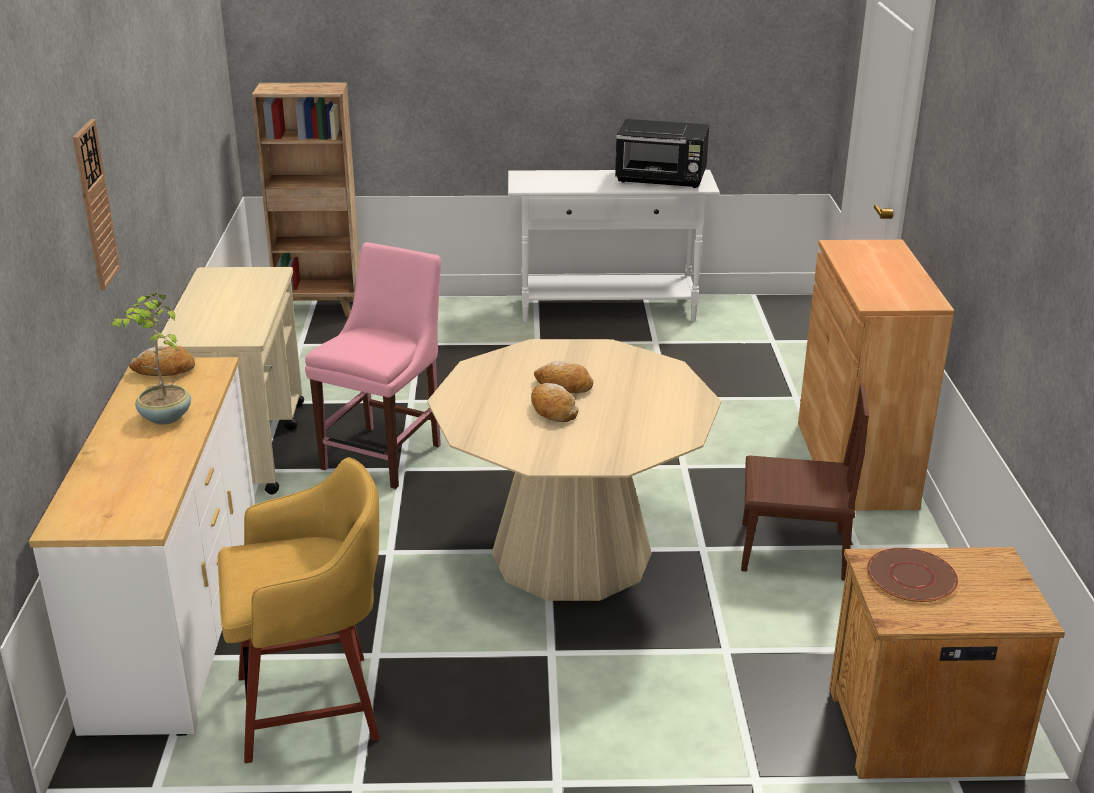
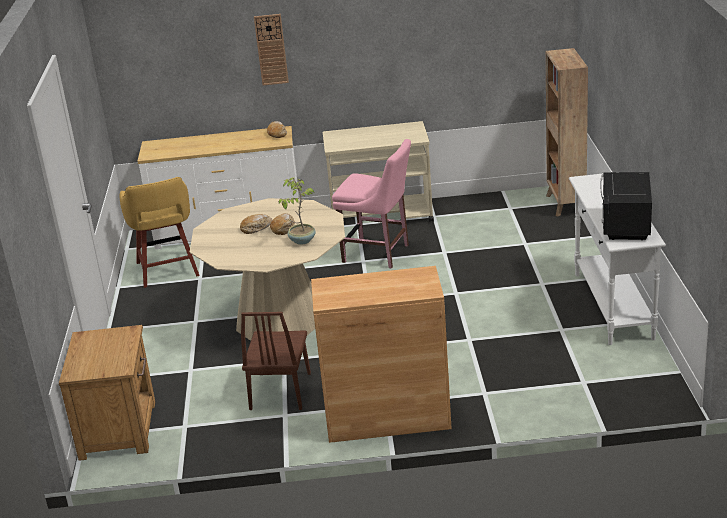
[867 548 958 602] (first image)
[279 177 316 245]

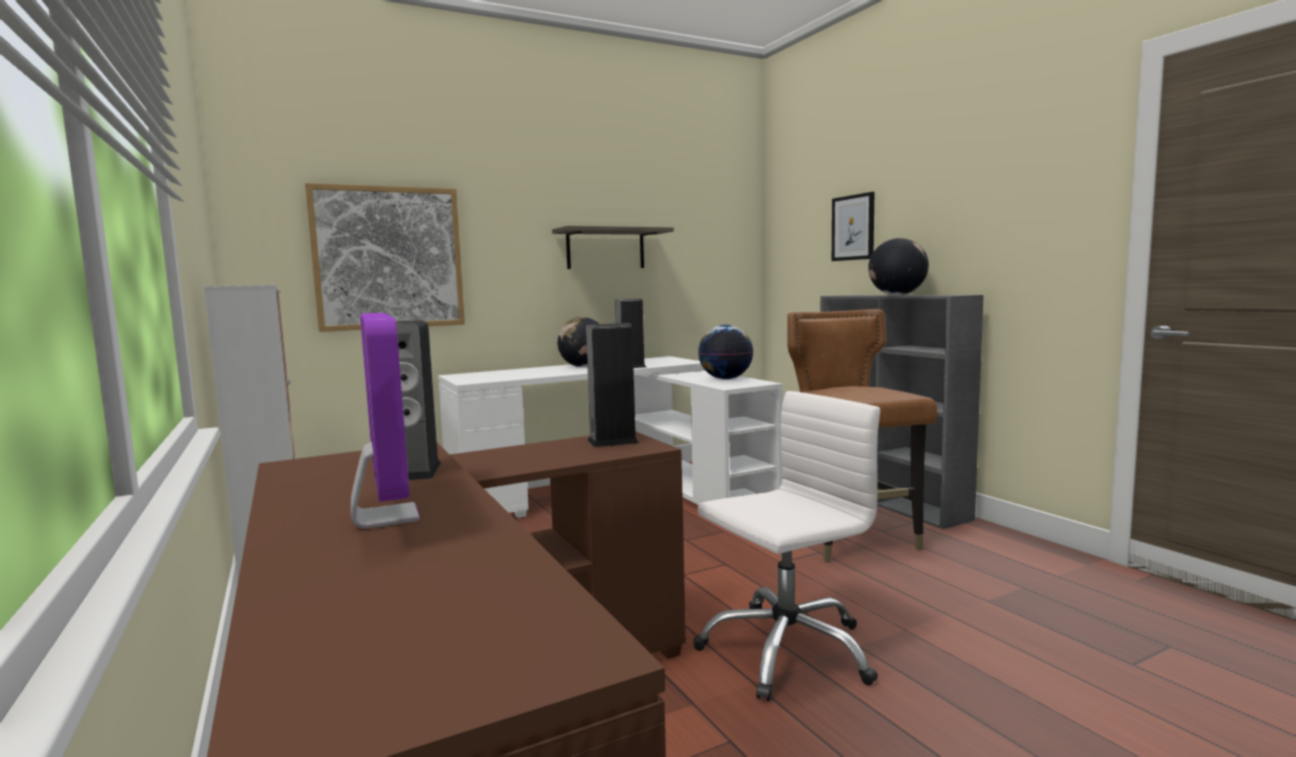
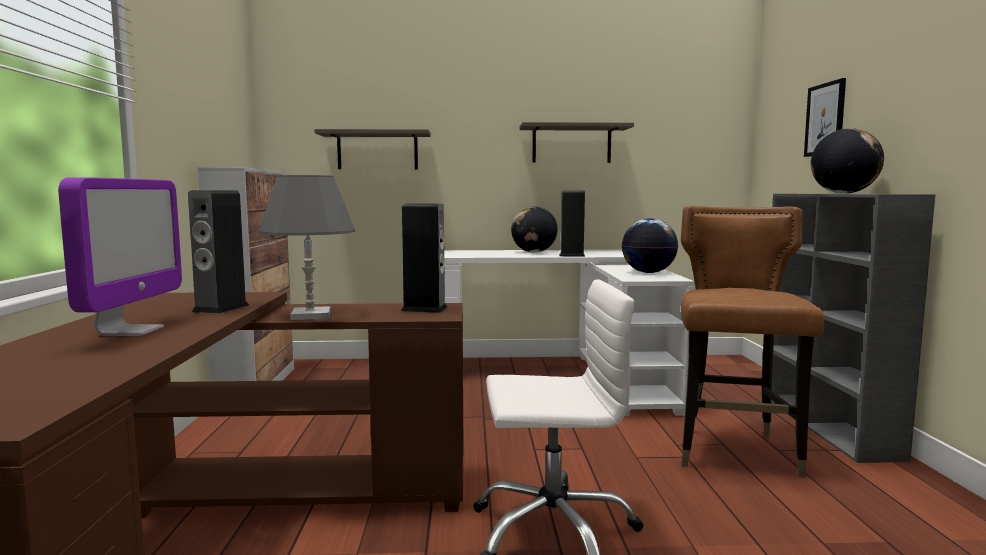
[259 175 355 320]
[314 129 431 169]

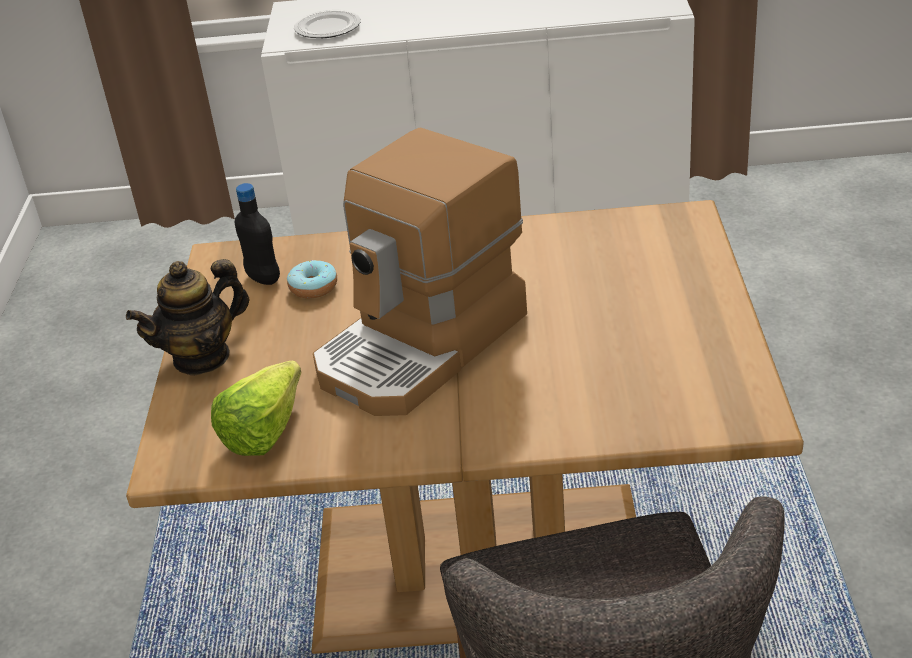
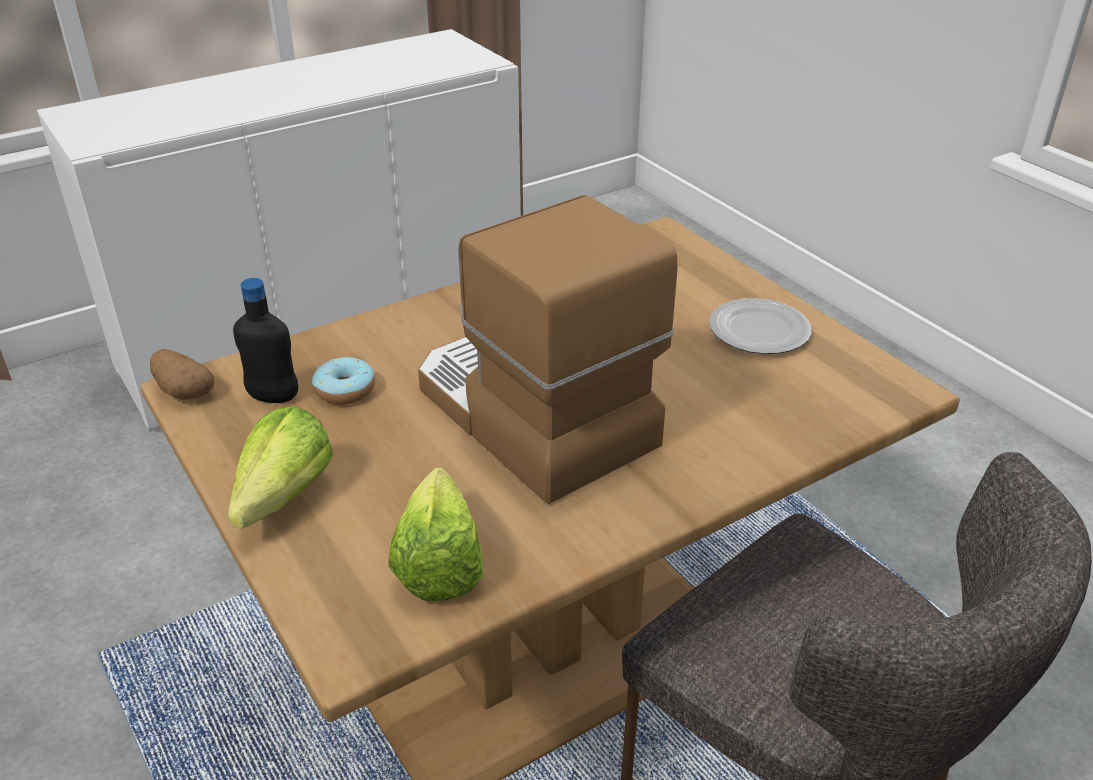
[150 349 215 400]
[709 298 812 354]
[228 407 333 529]
[418 195 677 504]

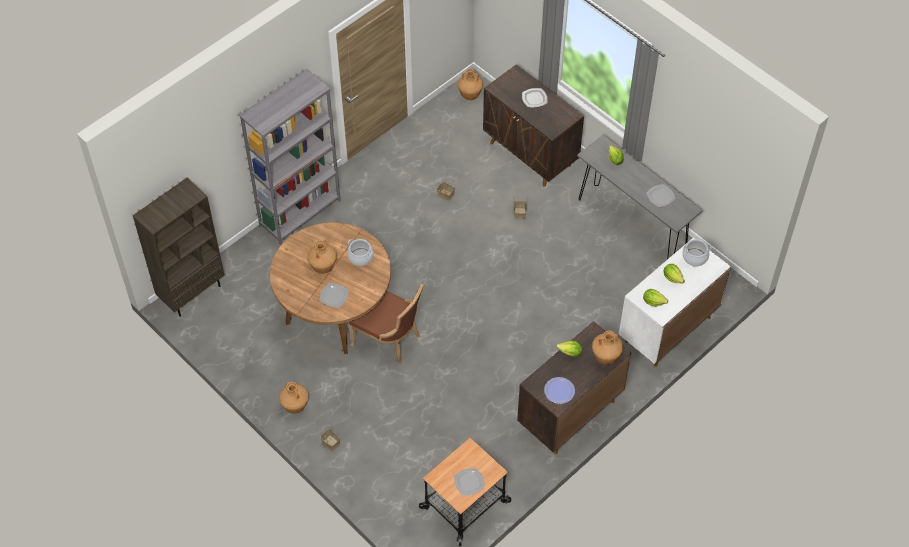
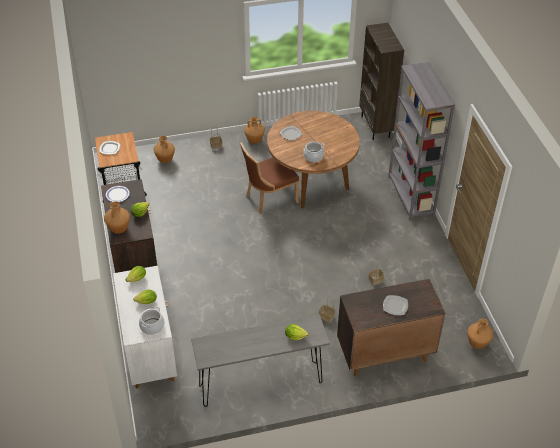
[646 184 676 207] (first image)
[154 136 175 163]

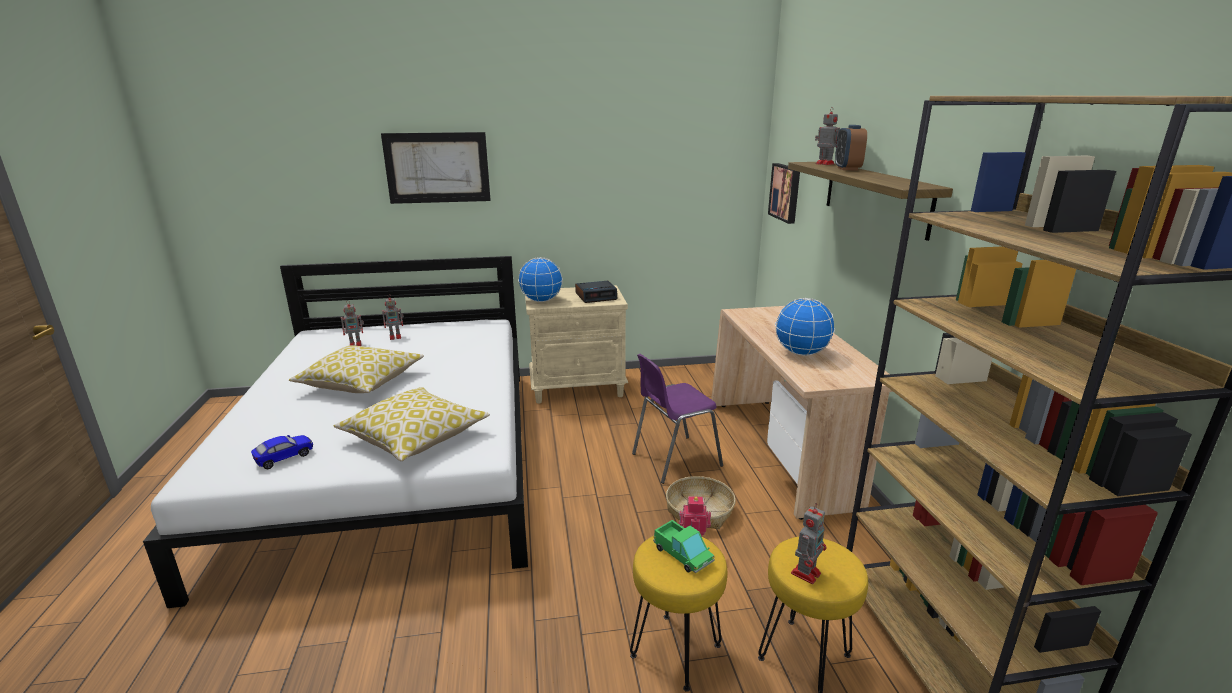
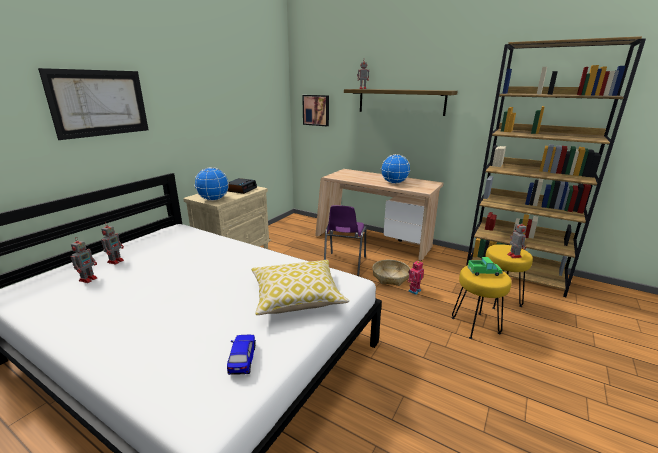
[289 345 424 393] (first image)
[835 125 867 170] (first image)

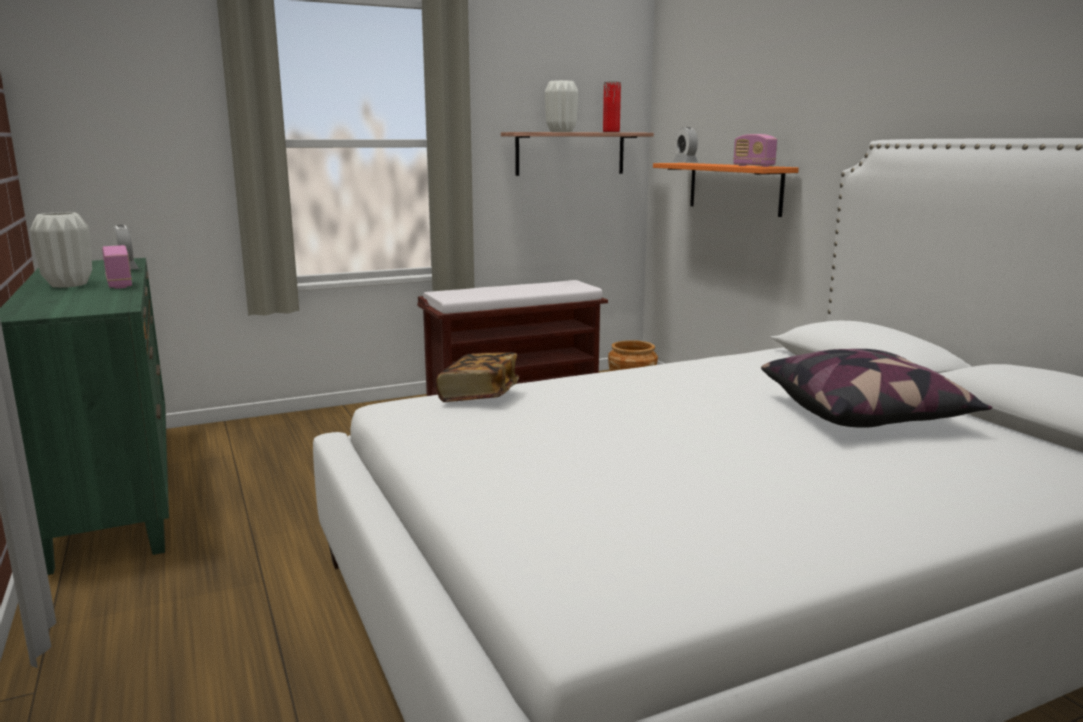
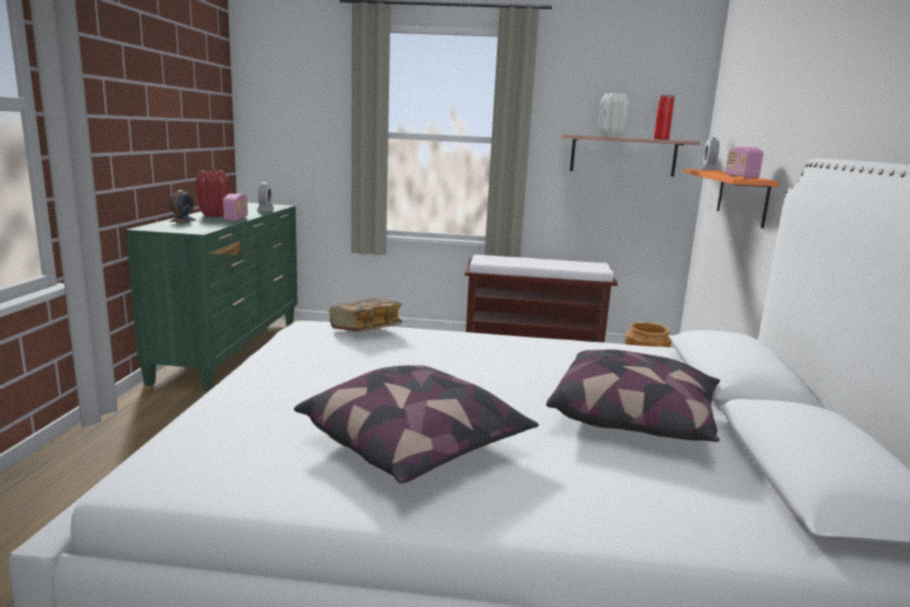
[169 190 196 223]
[294 365 539 484]
[196 170 229 217]

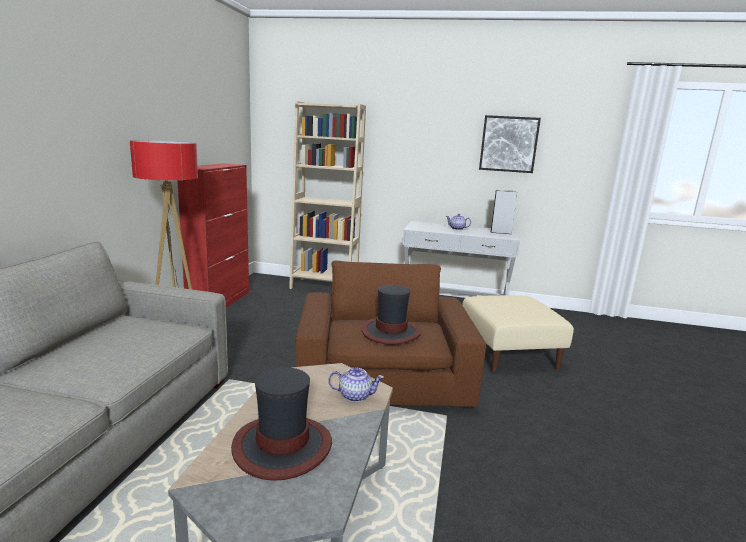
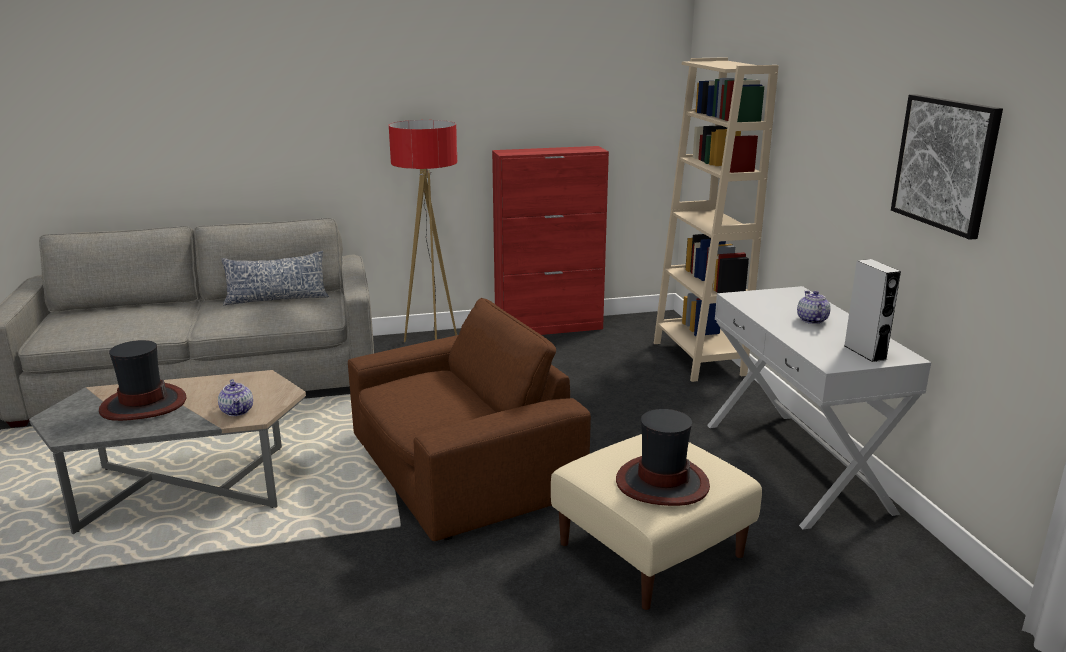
[221 251 329 306]
[616 409 710 506]

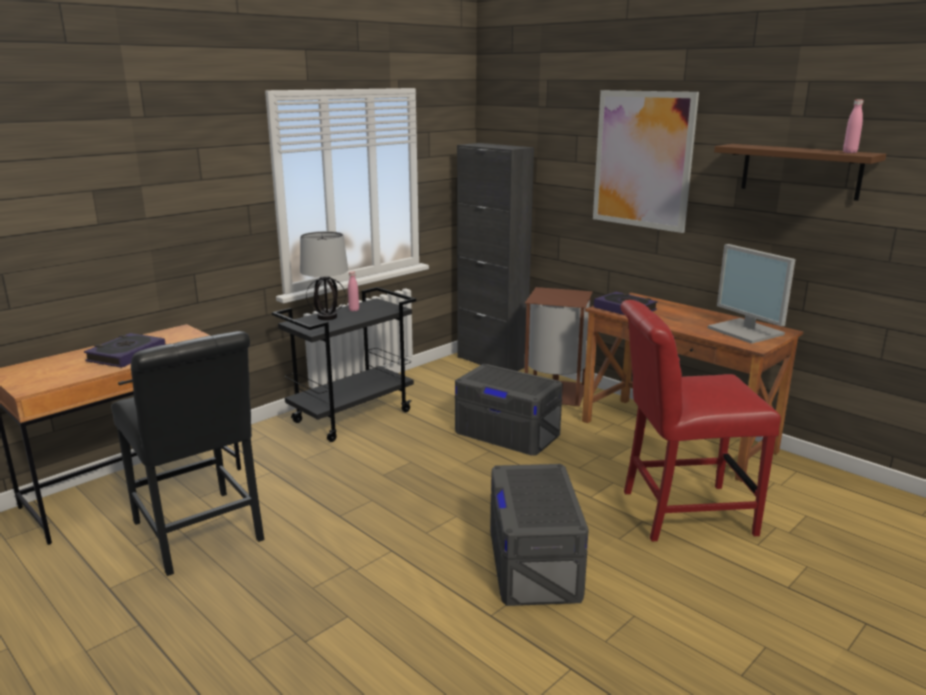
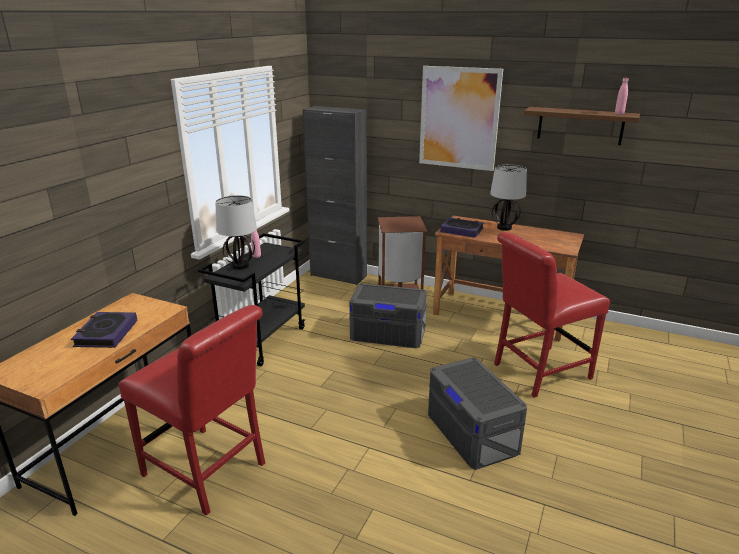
[708 244 796 344] (first image)
[490 165 527 231]
[118 305 265 516]

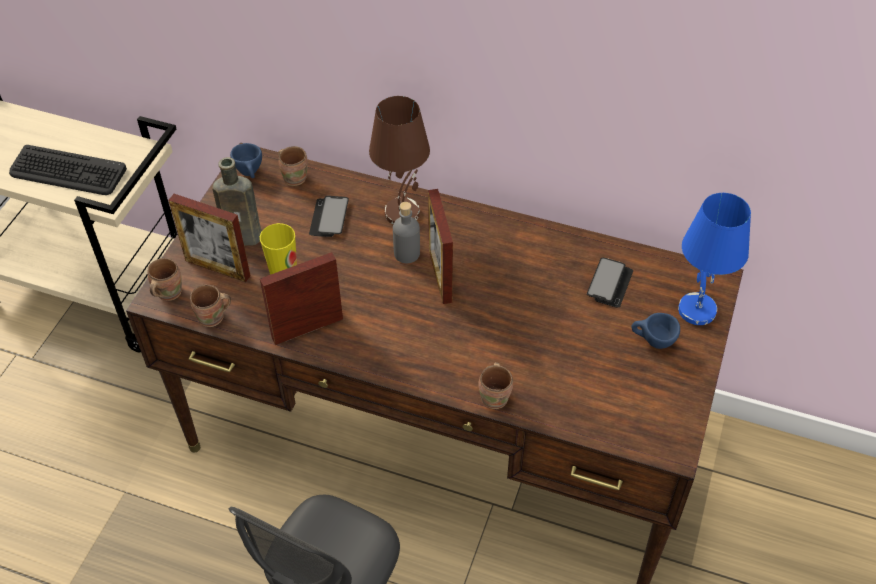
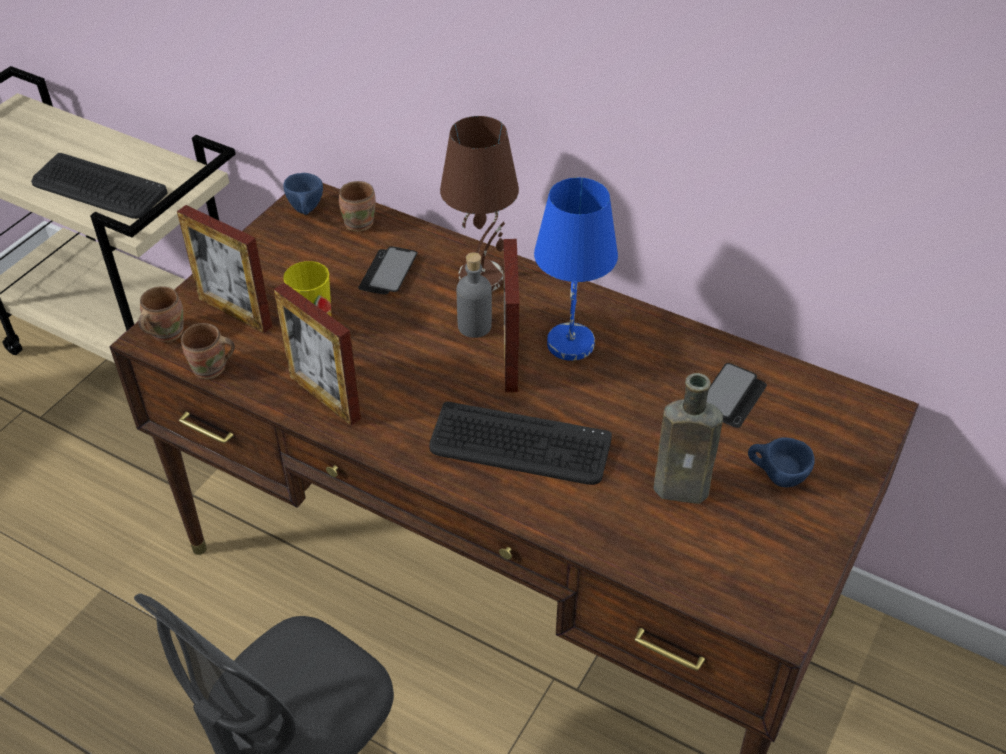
[478 362 513 409] (first image)
[429 402 612 485]
[654 373 723 504]
[534 178 618 361]
[274 283 361 426]

